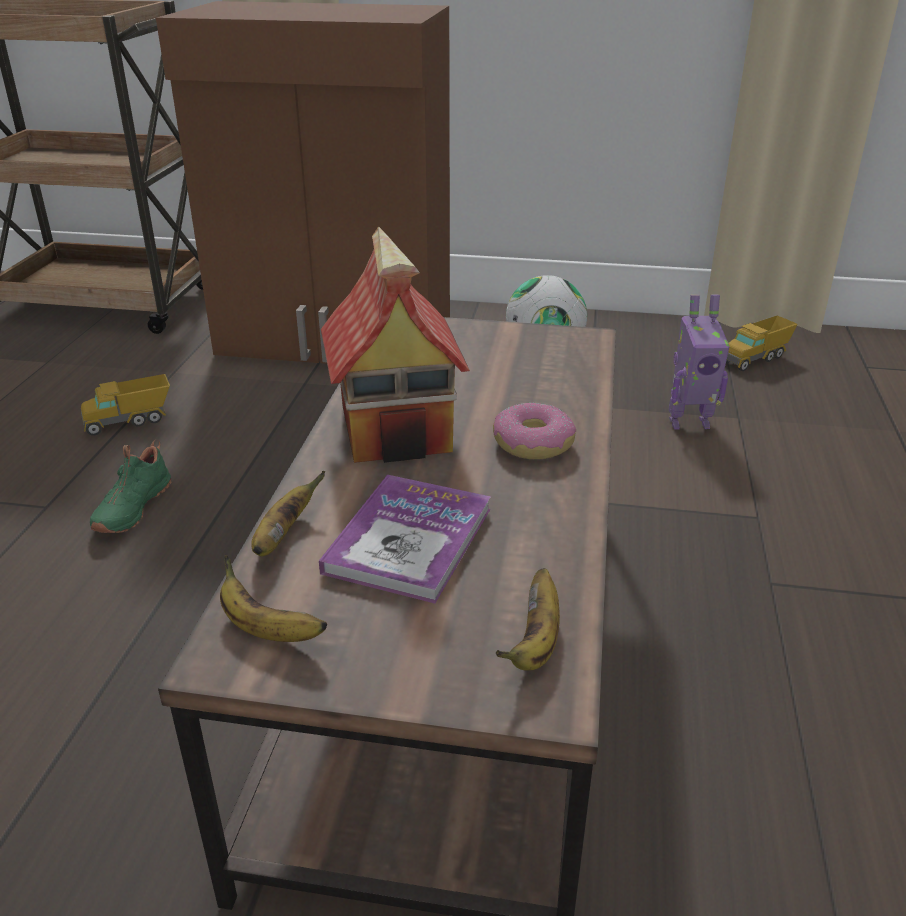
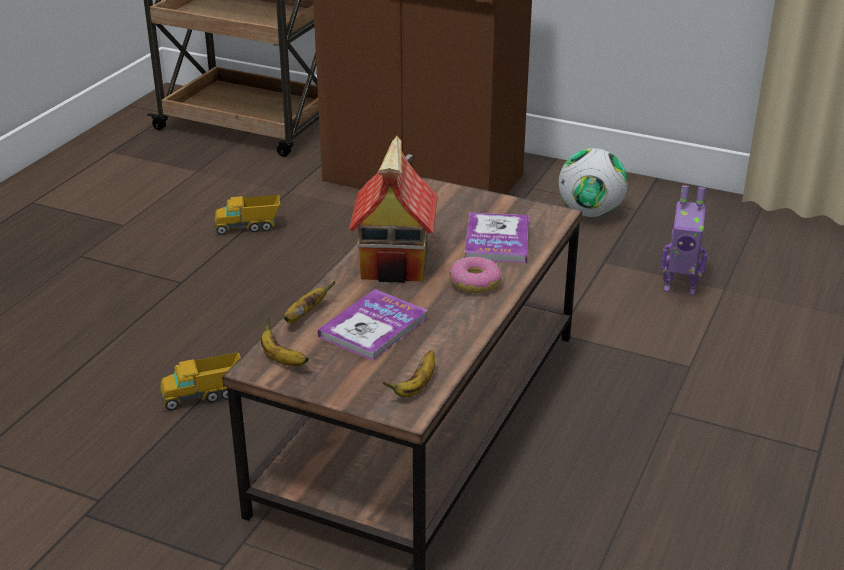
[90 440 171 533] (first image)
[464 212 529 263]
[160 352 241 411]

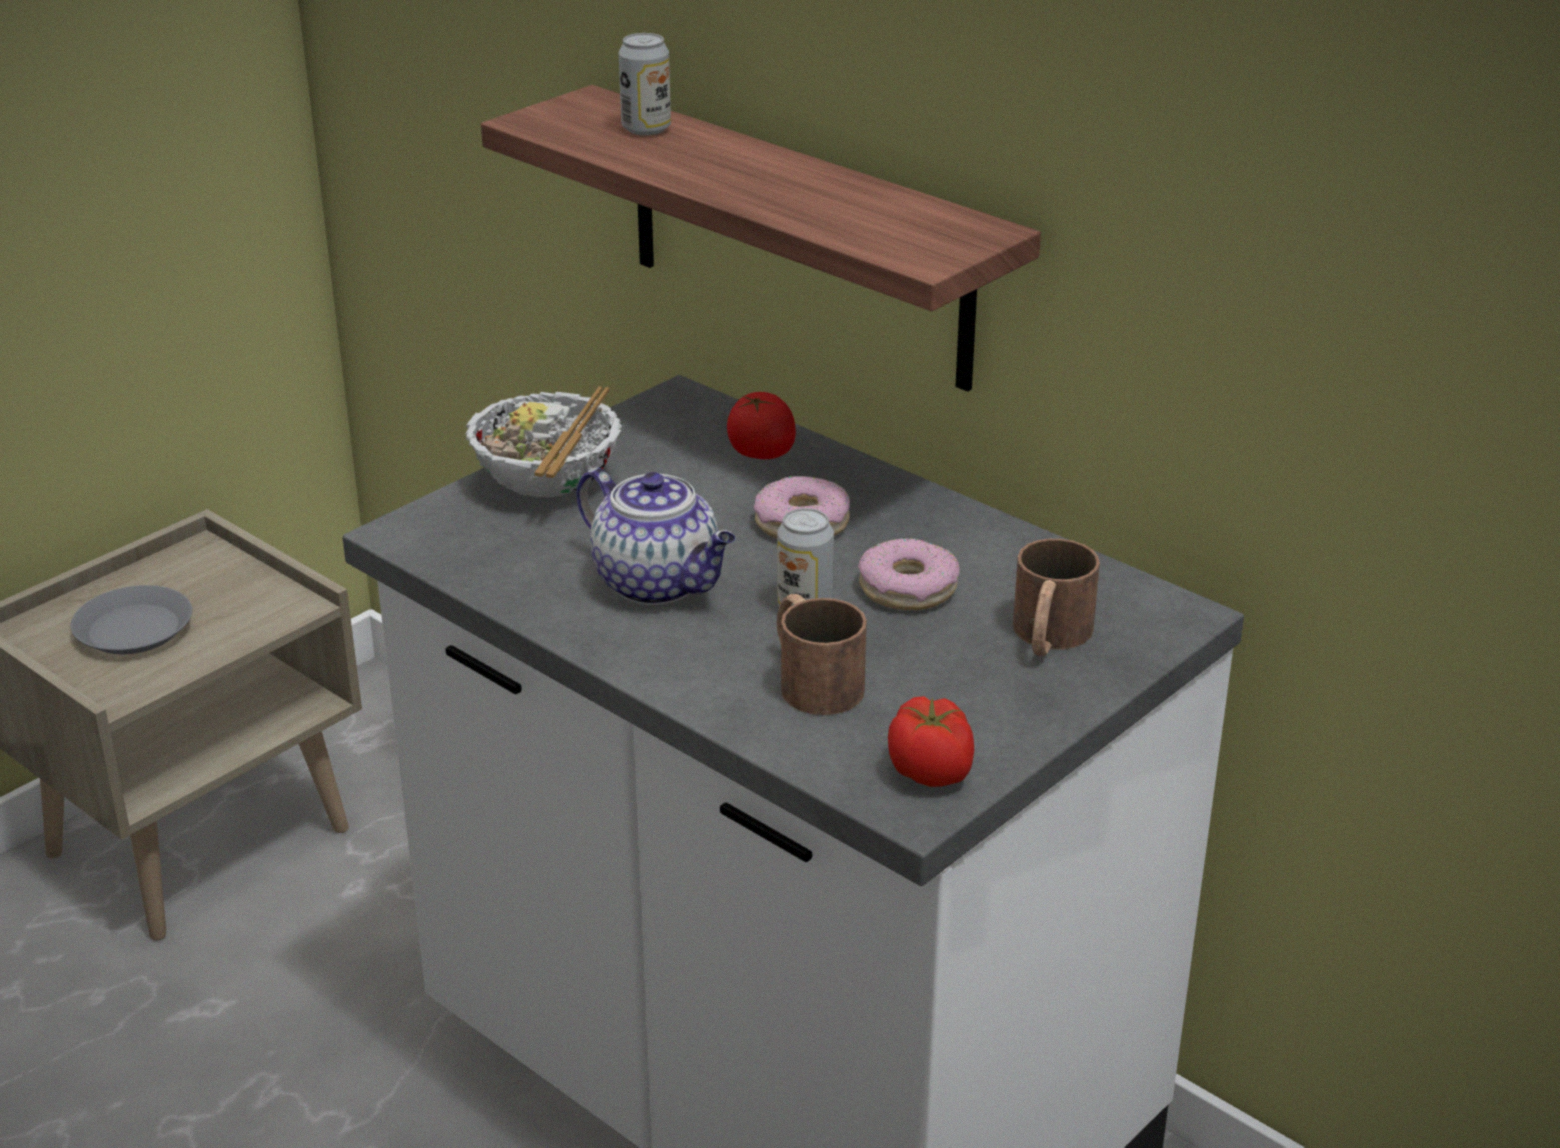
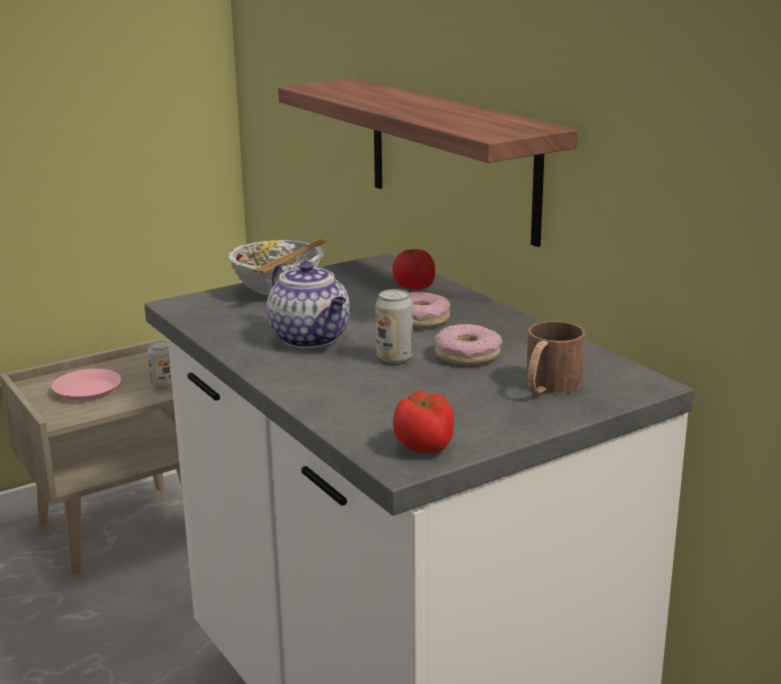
[777 594 867 715] (first image)
[148 341 172 390]
[52 369 121 401]

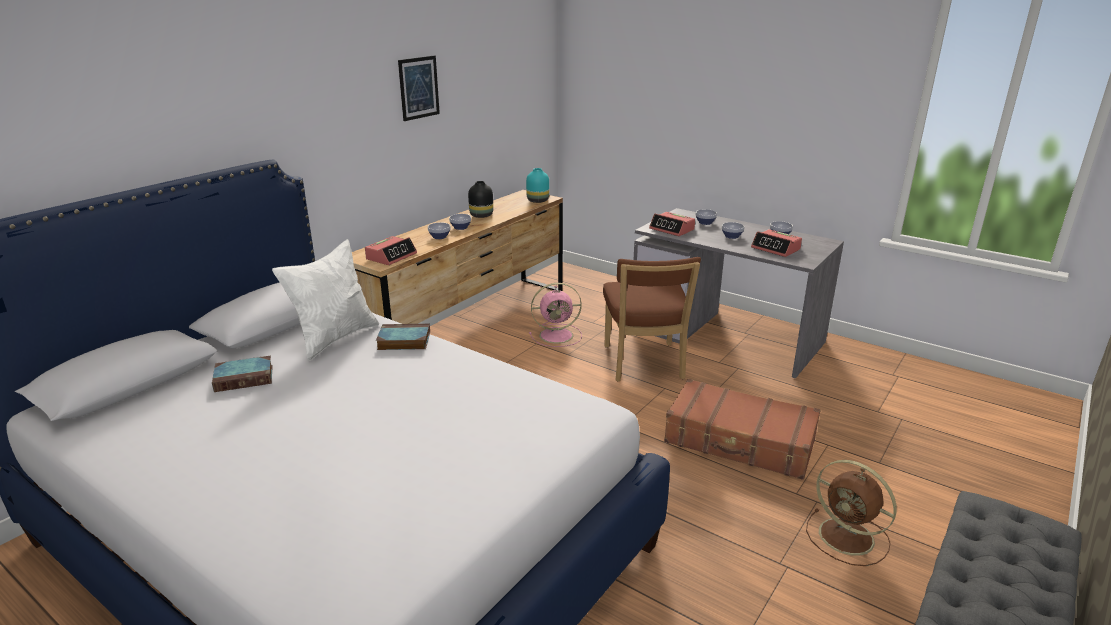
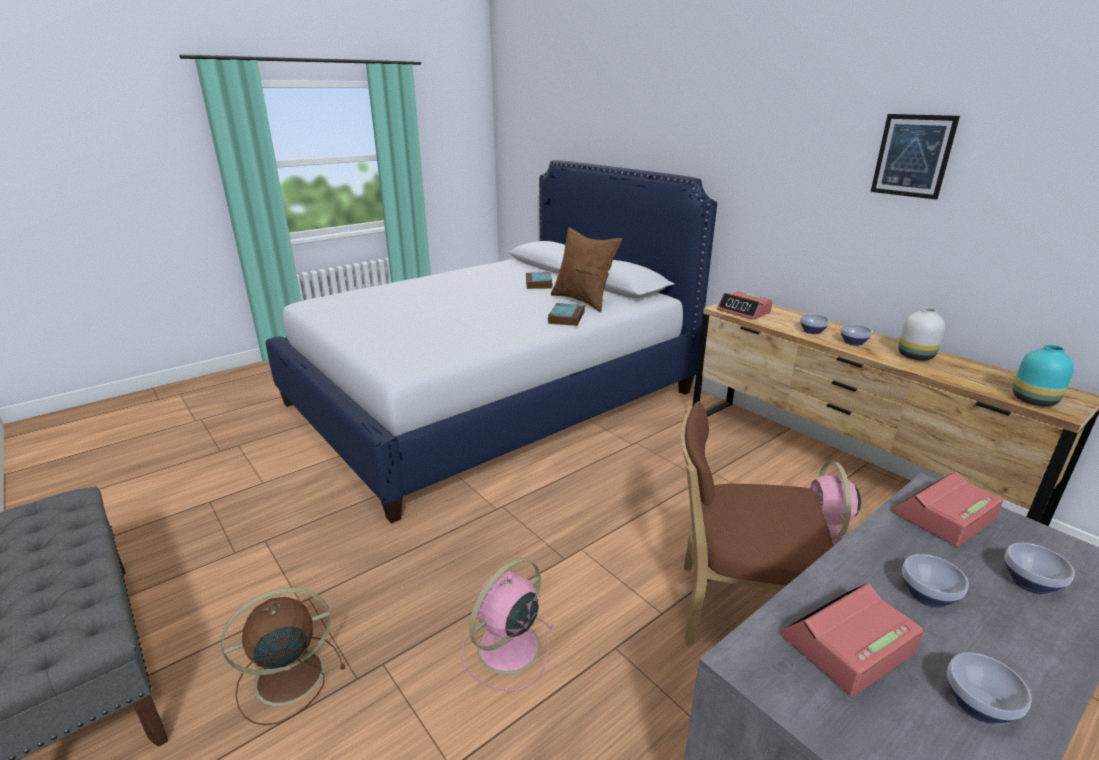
[461 558 554 692]
[551 227 622 312]
[898 307 945 361]

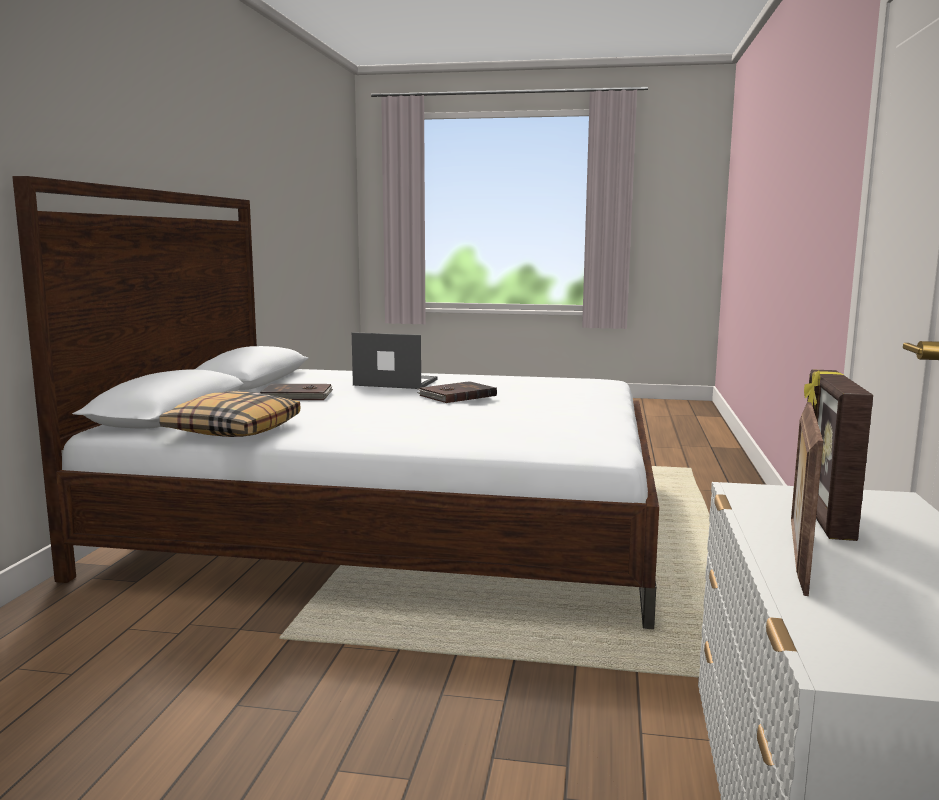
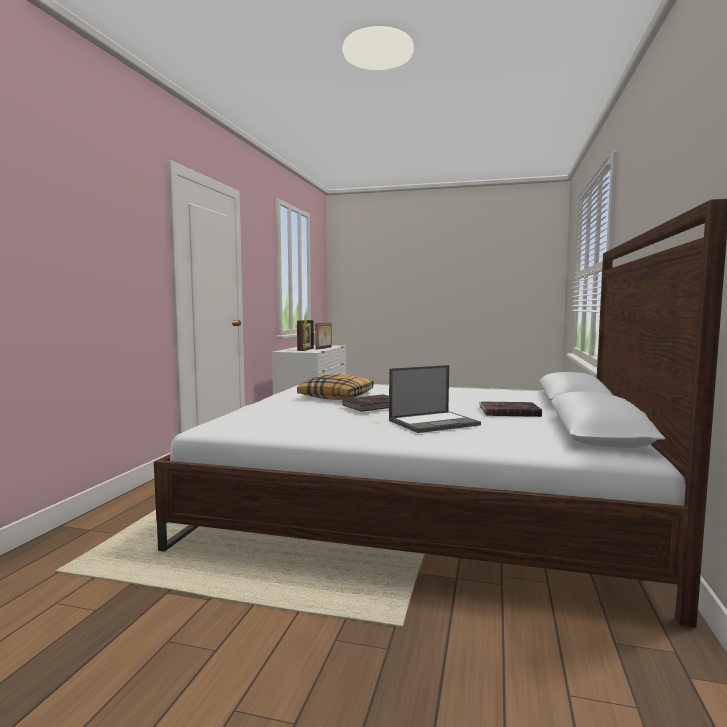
[297 374 374 400]
[389 365 481 433]

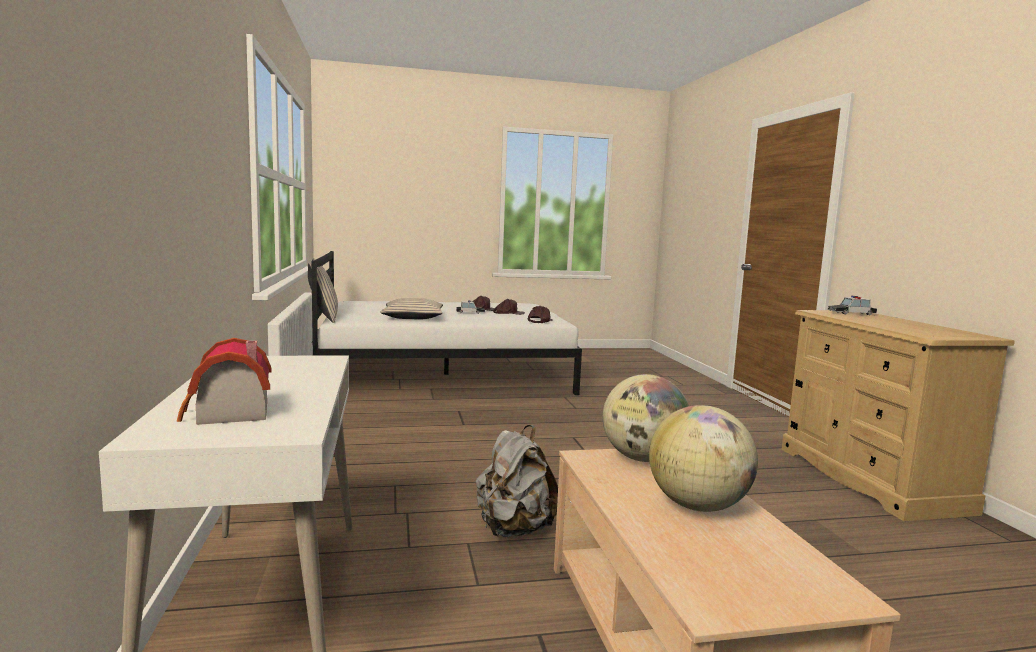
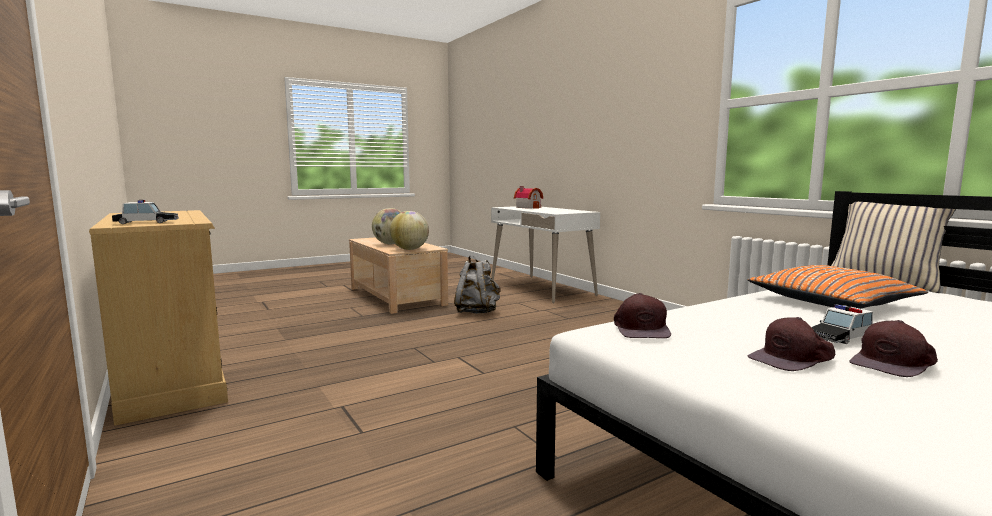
[748 265 928 309]

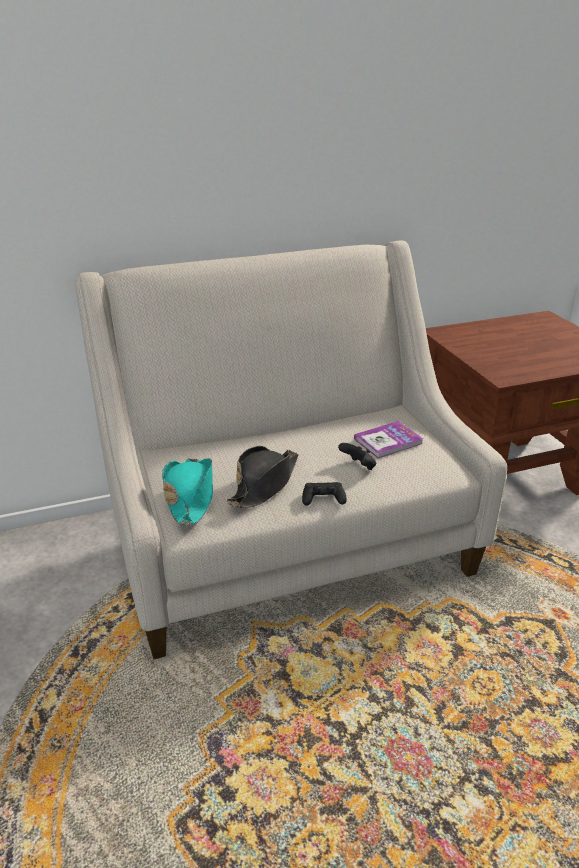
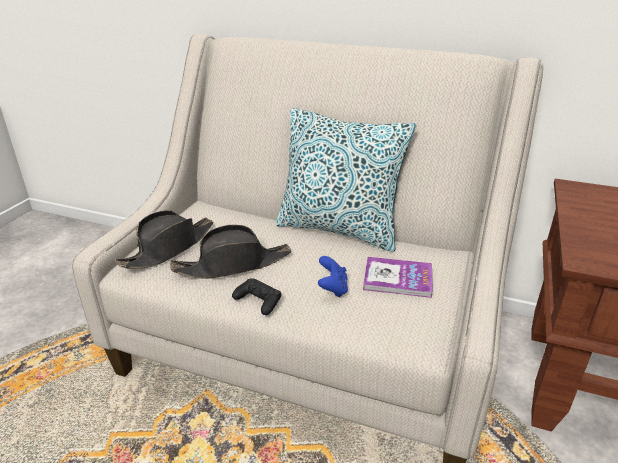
[276 108 417 252]
[115 210 213 269]
[318 256 348 298]

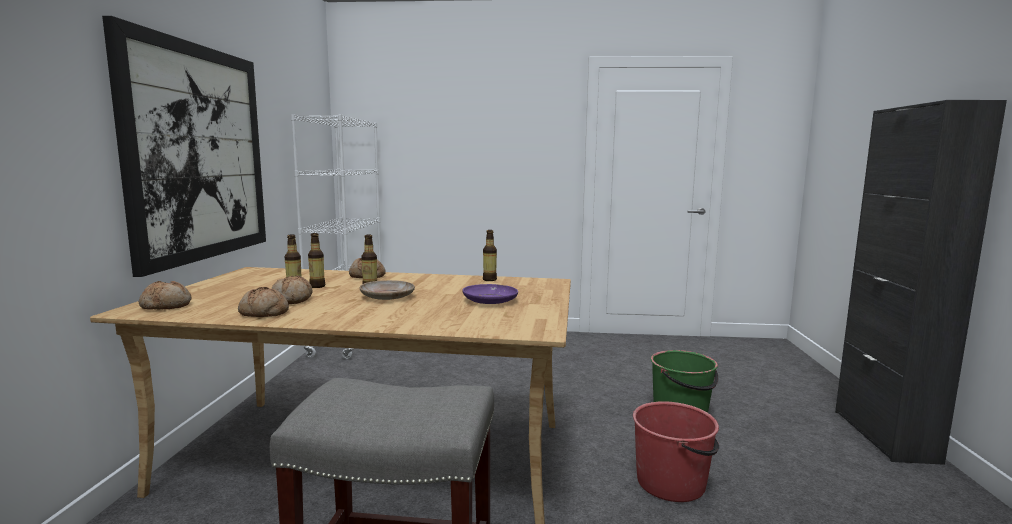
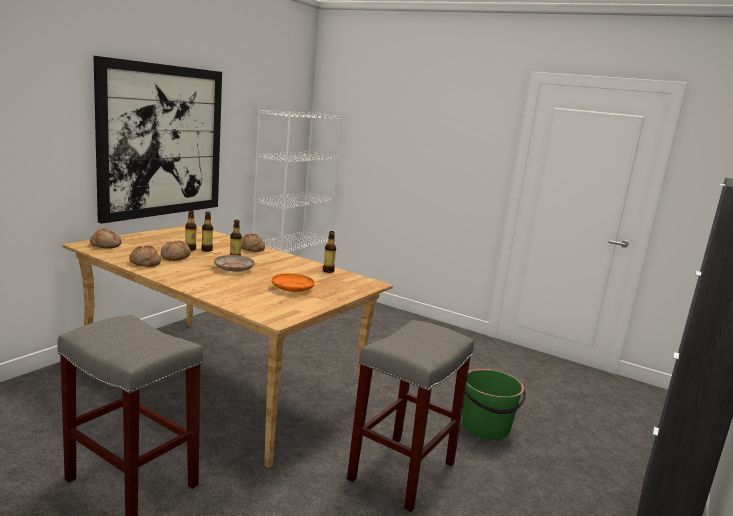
[347 320 474 512]
[272 273 315 292]

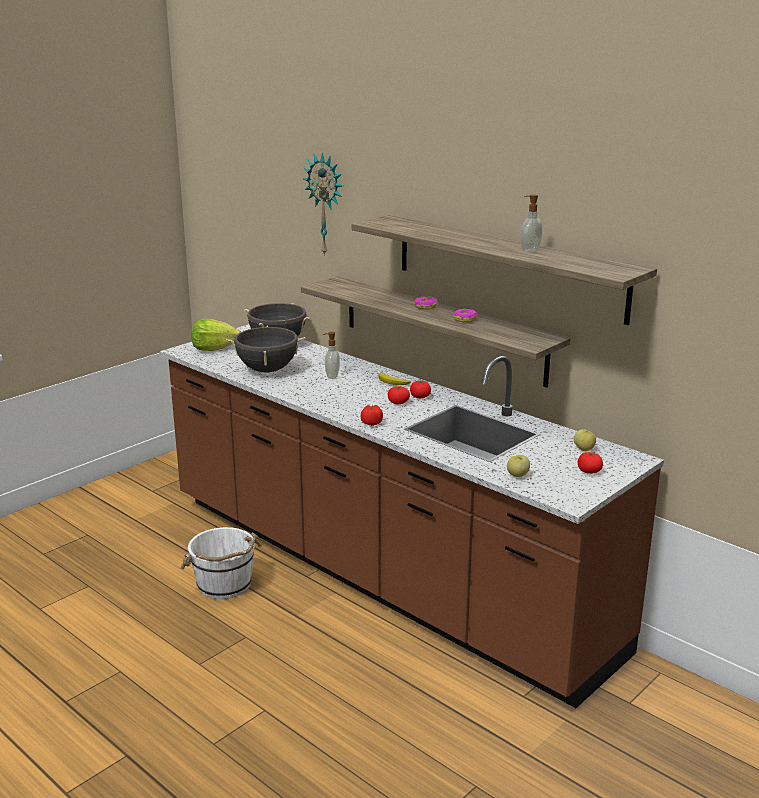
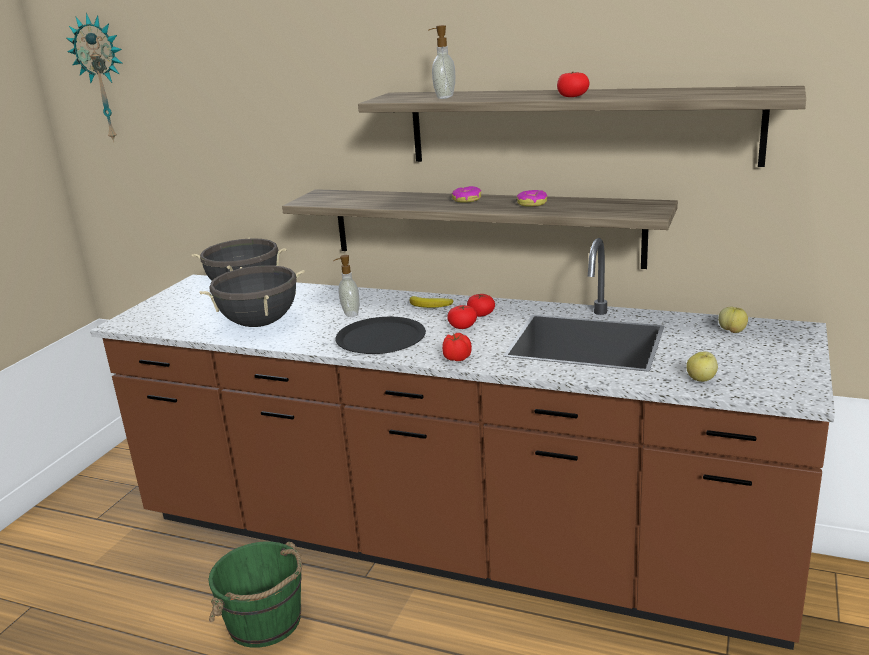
[192 319 241 351] (first image)
[335 317 426 354]
[66 13 123 142]
[428 25 455 99]
[557 72 590 97]
[208 541 302 648]

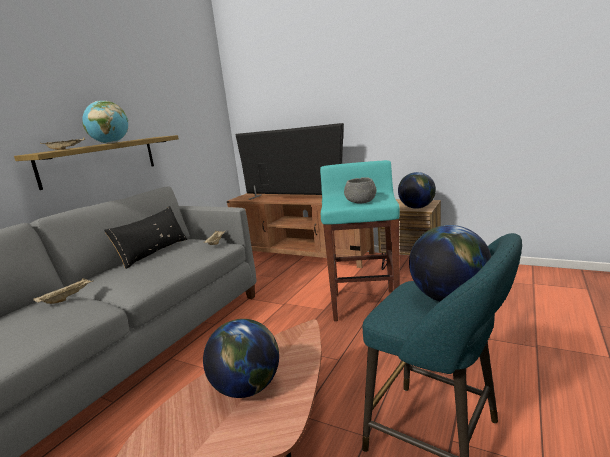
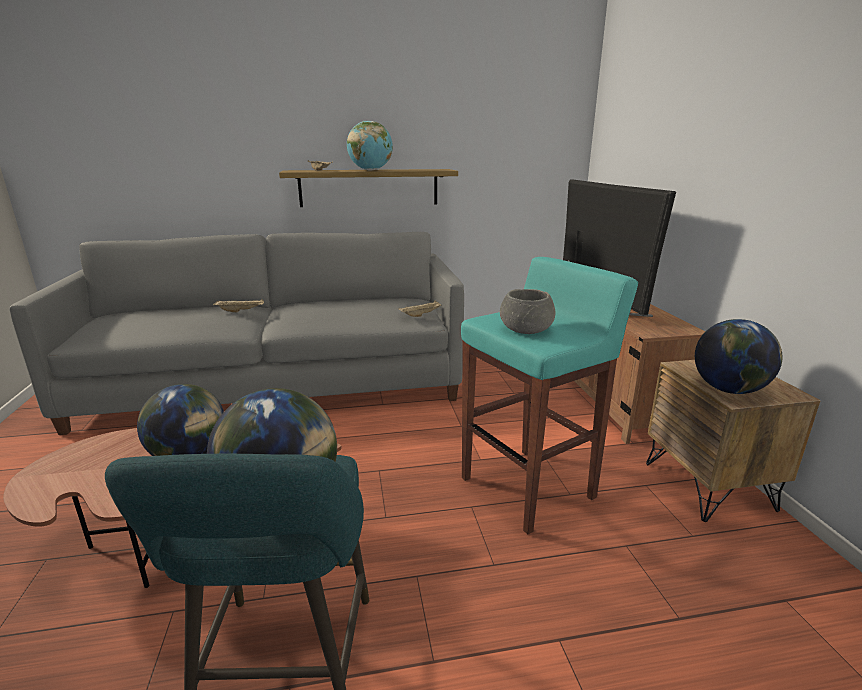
[104 206 187 269] (first image)

